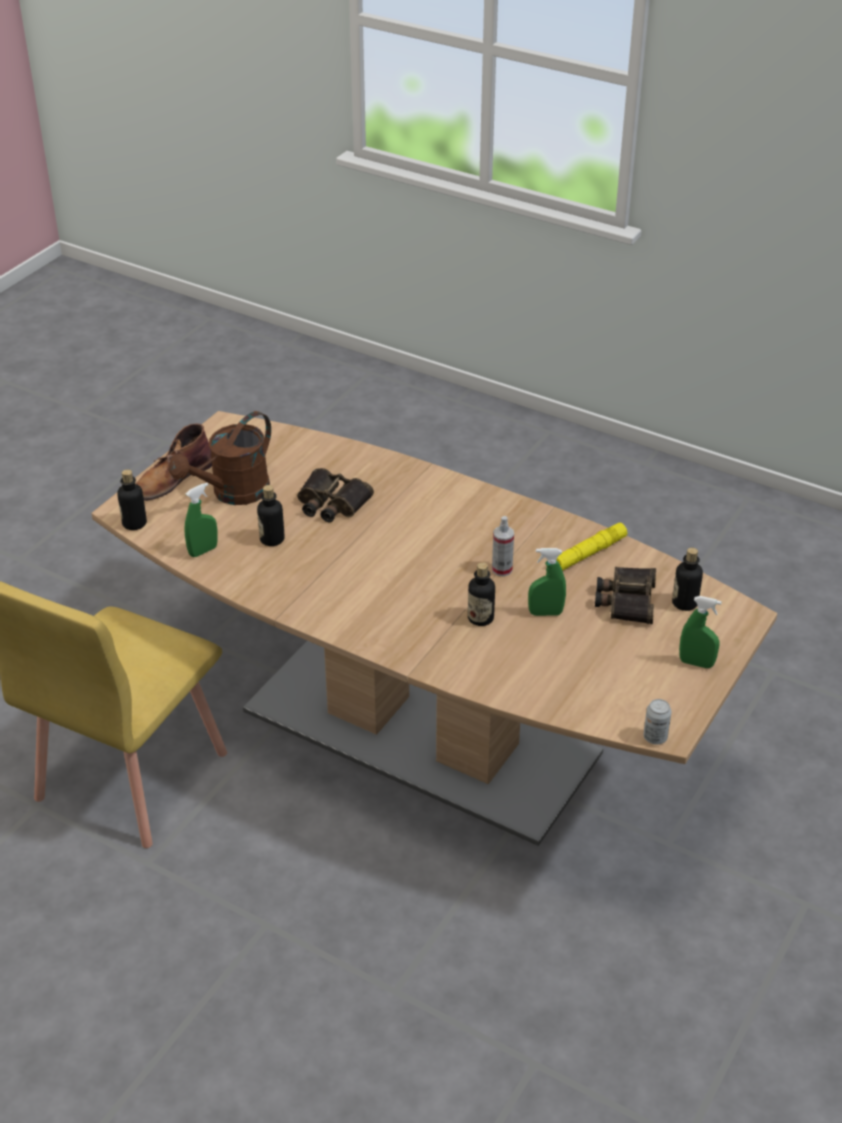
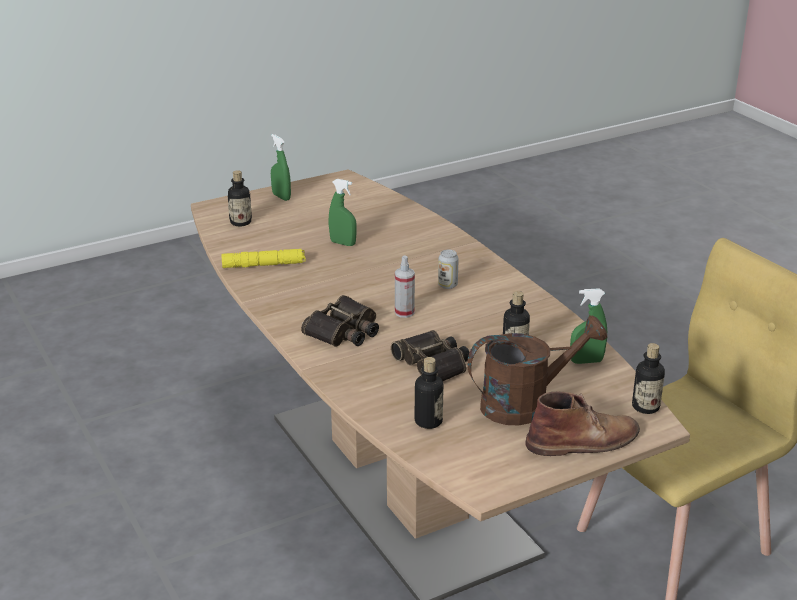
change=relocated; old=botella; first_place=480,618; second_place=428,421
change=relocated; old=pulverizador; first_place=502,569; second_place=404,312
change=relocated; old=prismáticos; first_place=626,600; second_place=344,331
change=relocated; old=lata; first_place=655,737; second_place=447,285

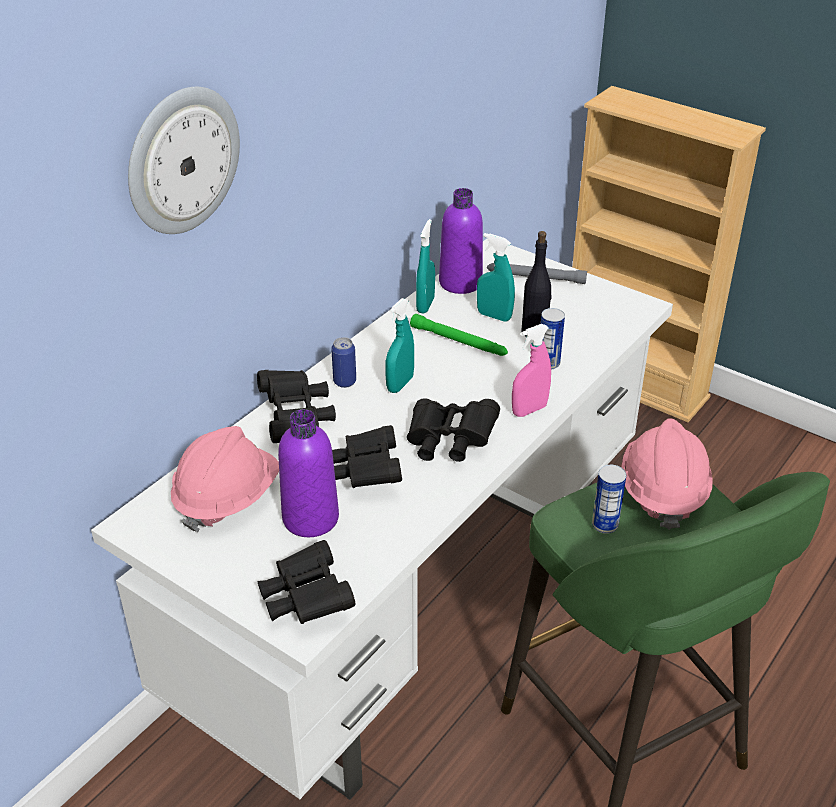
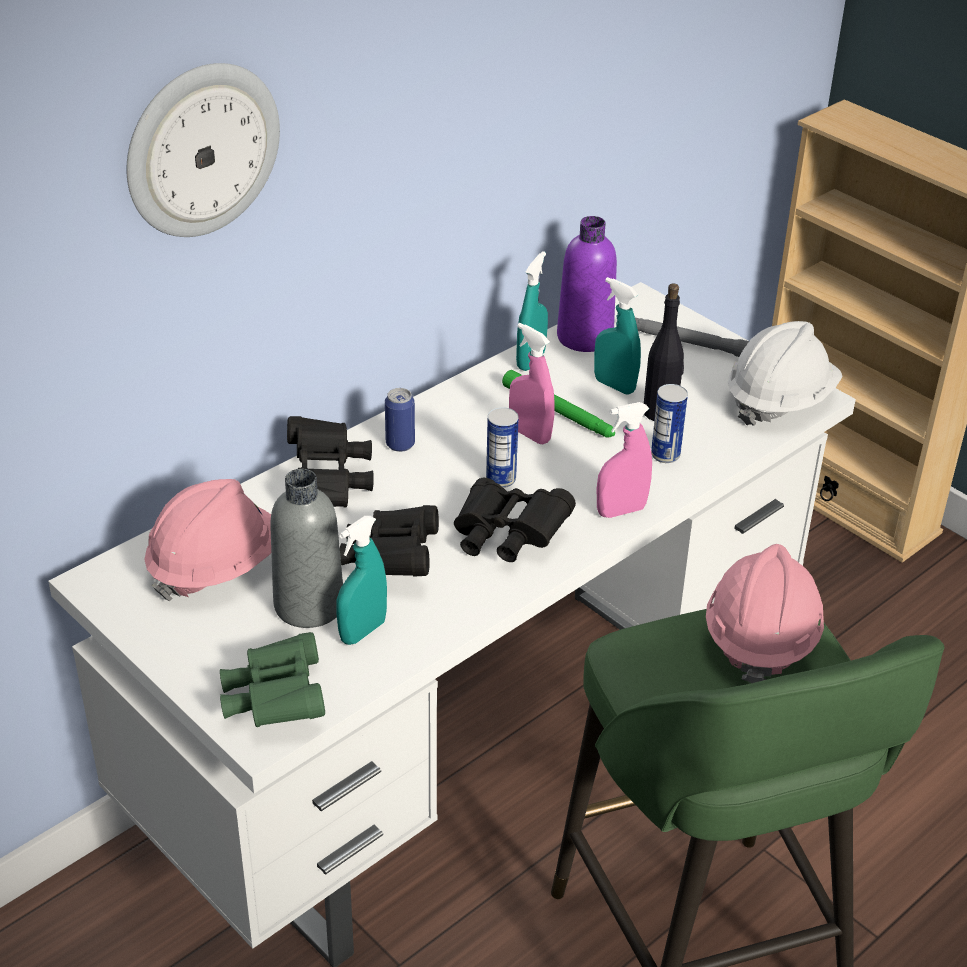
change=colour; old=prismáticos [negro]; new=prismáticos [verde]; first_place=306,599; second_place=275,700
change=colour; old=botella [morado]; new=botella [gris]; first_place=310,518; second_place=309,605
change=relocated; old=pulverizador [turquesa]; first_place=400,384; second_place=362,631
change=relocated; old=lata; first_place=605,525; second_place=501,479
change=appeared; new=pulverizador [rosa]; second_place=530,434
change=appeared; new=casco [blanco]; second_place=779,401

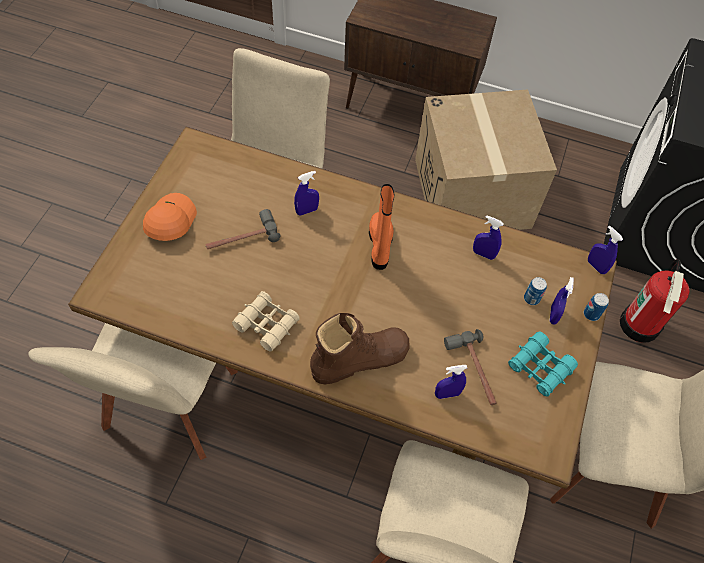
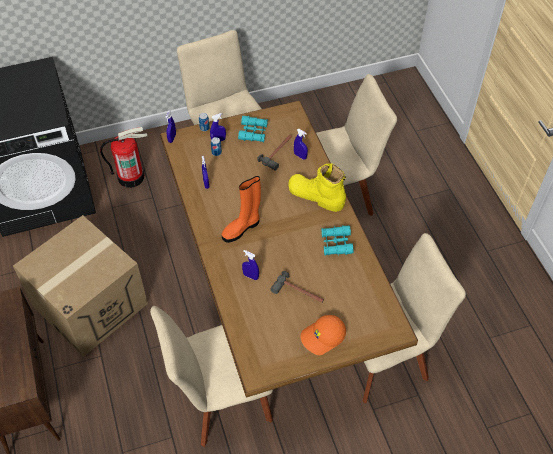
change=colour; old=prismáticos [beis]; new=prismáticos [turquesa]; first_place=266,324; second_place=336,243
change=colour; old=bota [marrón]; new=bota [amarillo]; first_place=359,359; second_place=316,196

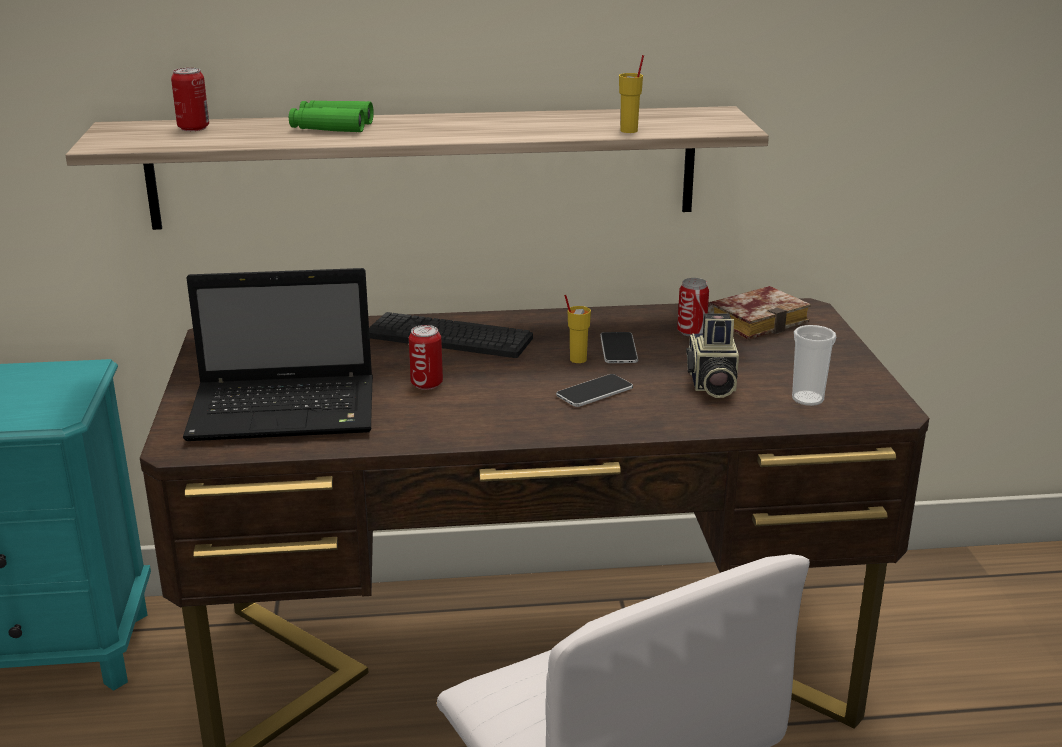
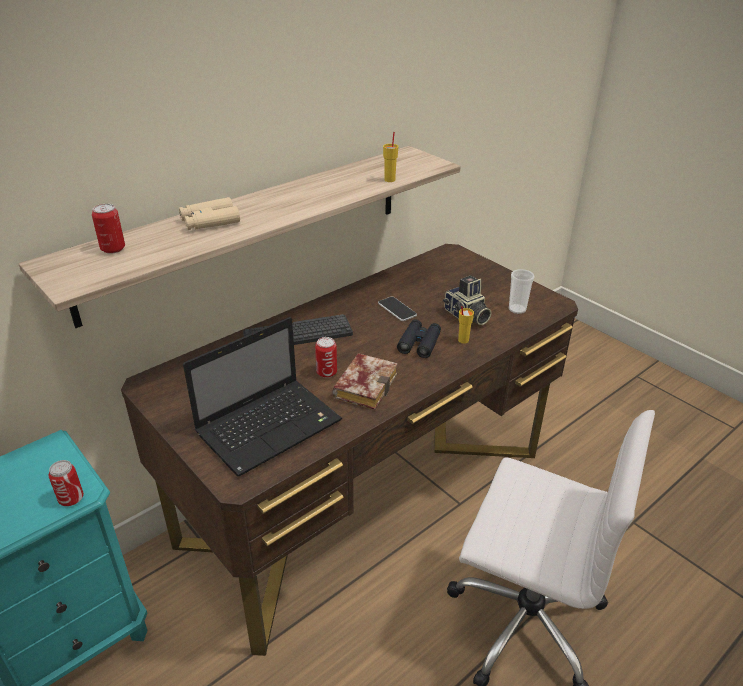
change=colour; old=prismáticos [verde]; new=prismáticos [beis]; first_place=331,126; second_place=209,221
change=exchanged; old=móvil; new=prismáticos [negro]; first_place=594,392; second_place=419,343
change=relocated; old=taza [amarillo]; first_place=577,359; second_place=463,340
change=relocated; old=lata; first_place=691,332; second_place=71,499
change=relocated; old=libro; first_place=758,320; second_place=365,384

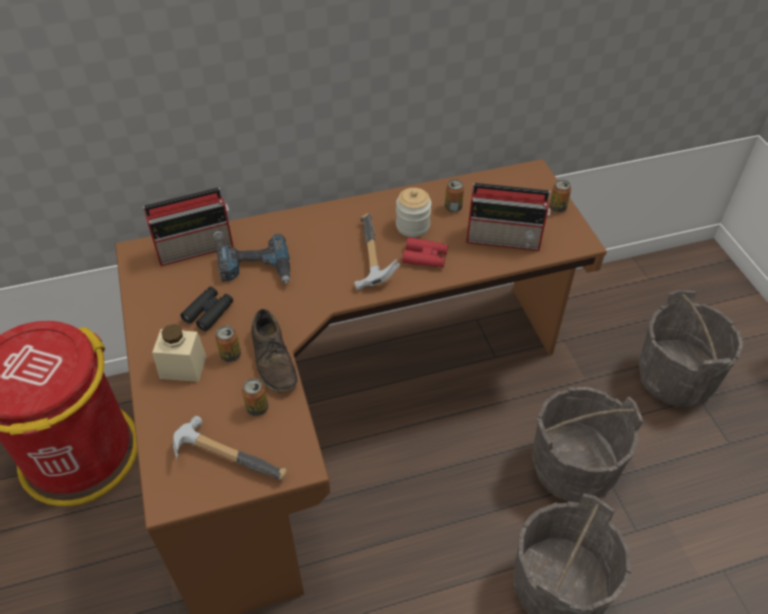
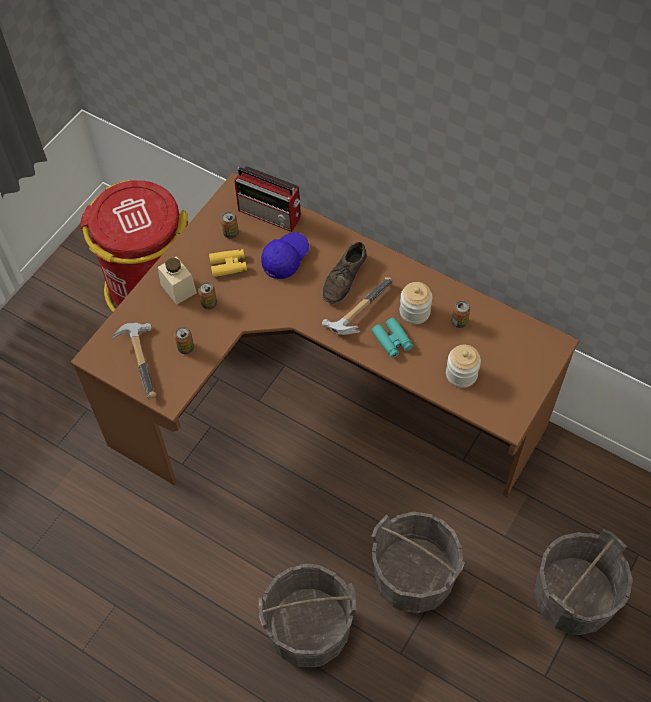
change=colour; old=prismáticos [negro]; new=prismáticos [amarillo]; first_place=209,312; second_place=228,265
change=exchanged; old=taladro; new=gorra [azul]; first_place=255,269; second_place=285,259
change=relocated; old=zapato [marrón]; first_place=274,359; second_place=344,279
change=colour; old=prismáticos [rojo]; new=prismáticos [turquesa]; first_place=425,257; second_place=392,341
change=exchanged; old=radio; new=tarro; first_place=505,238; second_place=461,374
change=relocated; old=lata; first_place=557,208; second_place=231,233

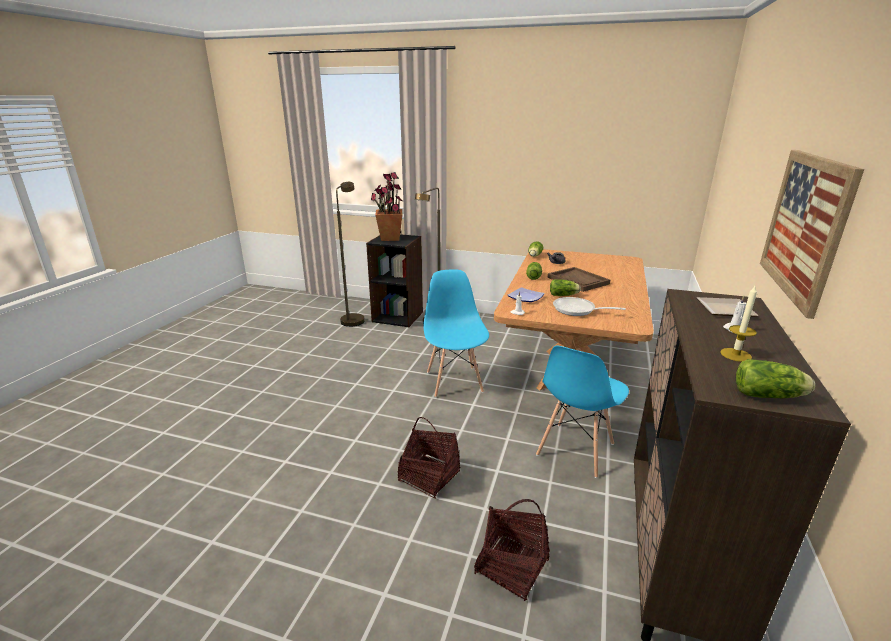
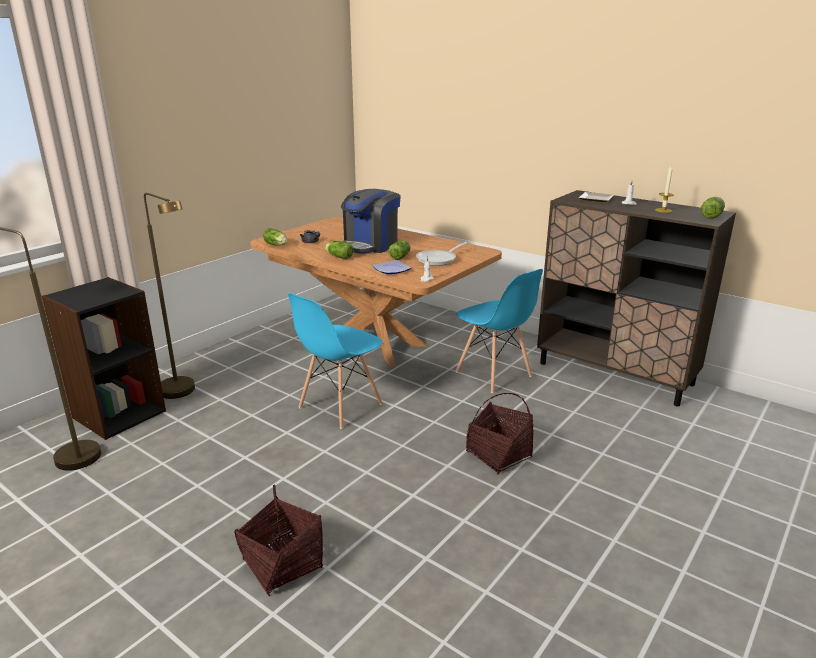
change=missing; old=planta en maceta; first_place=389,238
change=spun; old=silla [azul]; first_place=454,381; second_place=339,406; degrees=-60
change=relocated; old=cesta; first_place=512,567; second_place=282,564
change=exchanged; old=bandeja [marrón]; new=cafetera; first_place=578,281; second_place=370,245
change=missing; old=cuadro; first_place=804,226

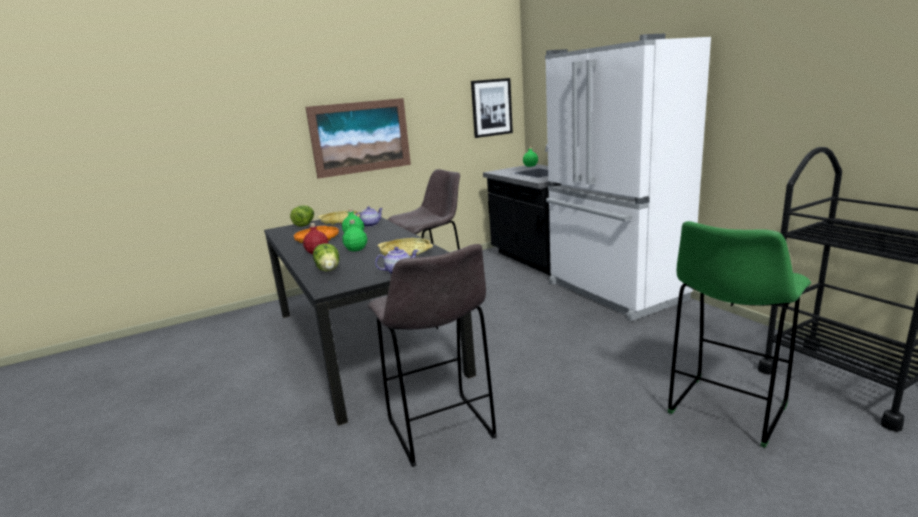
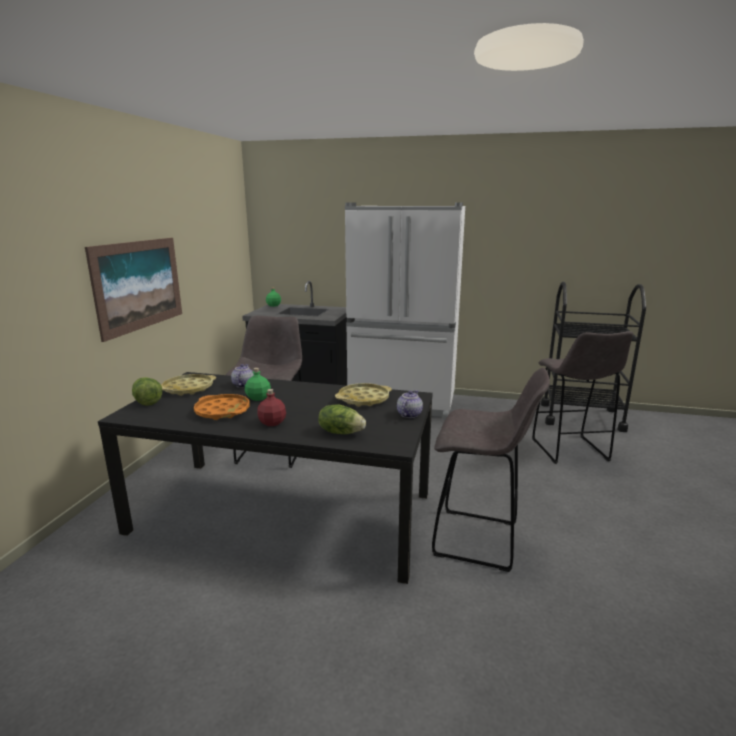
change=missing; old=botella [verde]; first_place=356,249
change=missing; old=cuadro; first_place=491,107
change=colour; old=taburete [verde]; new=taburete [gris]; first_place=725,411; second_place=570,451

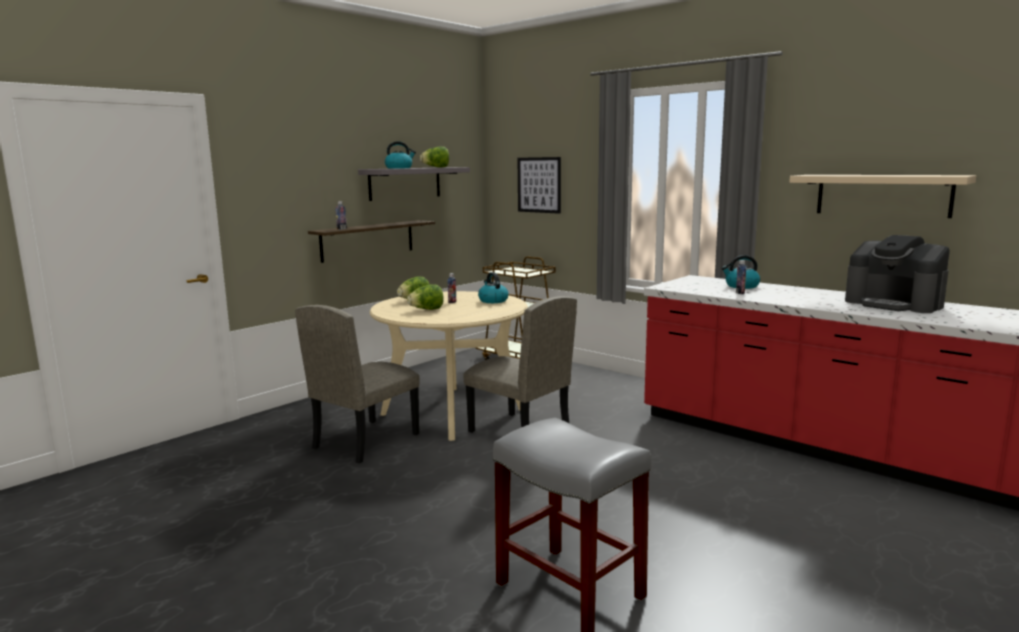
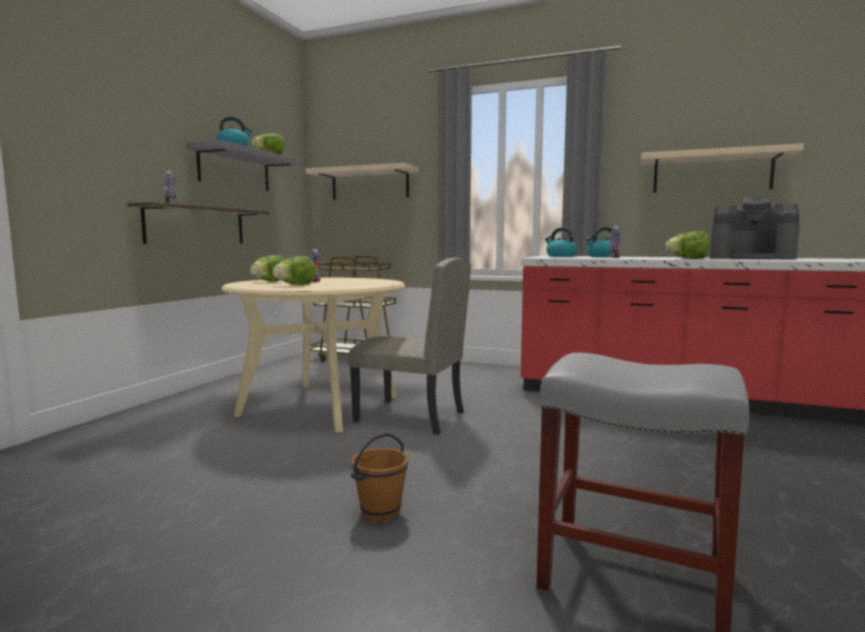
change=missing; old=silla [beis]; first_place=365,441
change=relocated; old=hervidor; first_place=493,300; second_place=560,256
change=exchanged; old=cuadro; new=estante [beis]; first_place=539,185; second_place=370,184
change=appeared; new=cubo [marrón]; second_place=380,511
change=appeared; new=lechuga; second_place=688,259

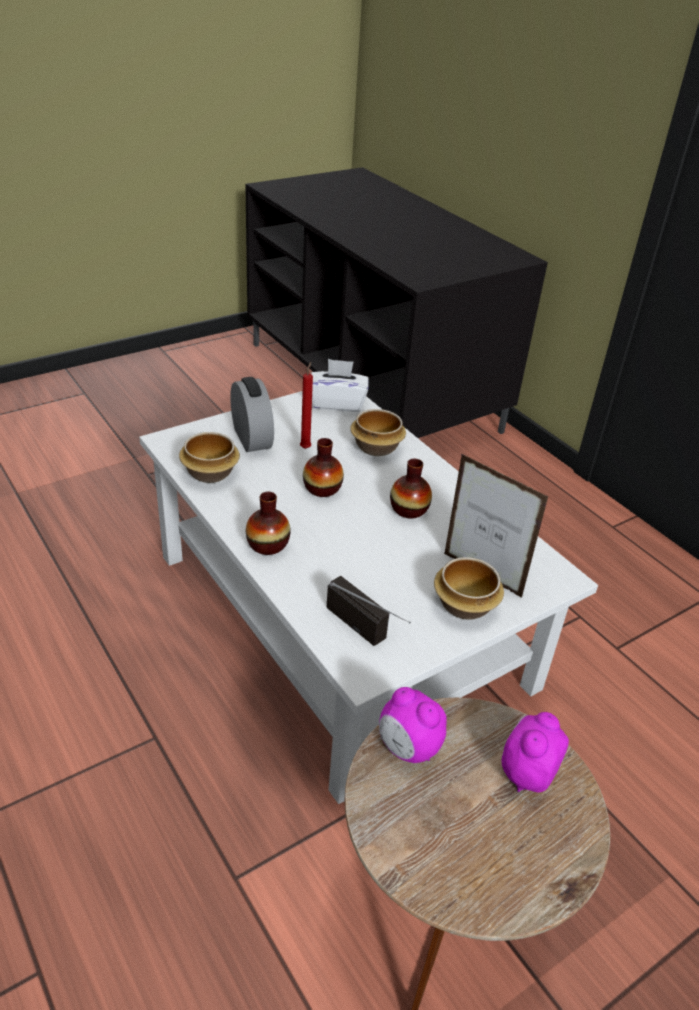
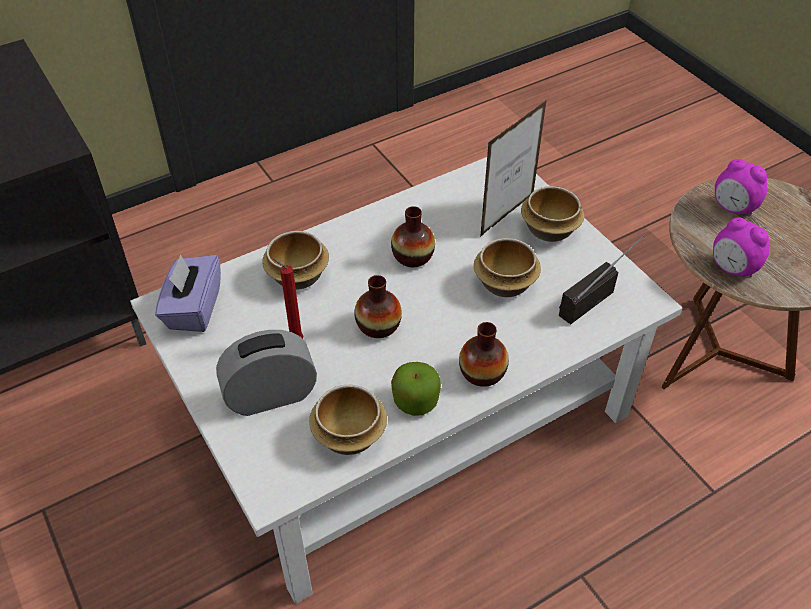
change=colour; old=caja de pañuelos [blanco]; new=caja de pañuelos [morado]; first_place=337,403; second_place=193,308
change=spun; old=despertador; first_place=408,748; second_place=732,268; degrees=90
change=appeared; new=manzana; second_place=415,401
change=appeared; new=cuenco; second_place=504,284

